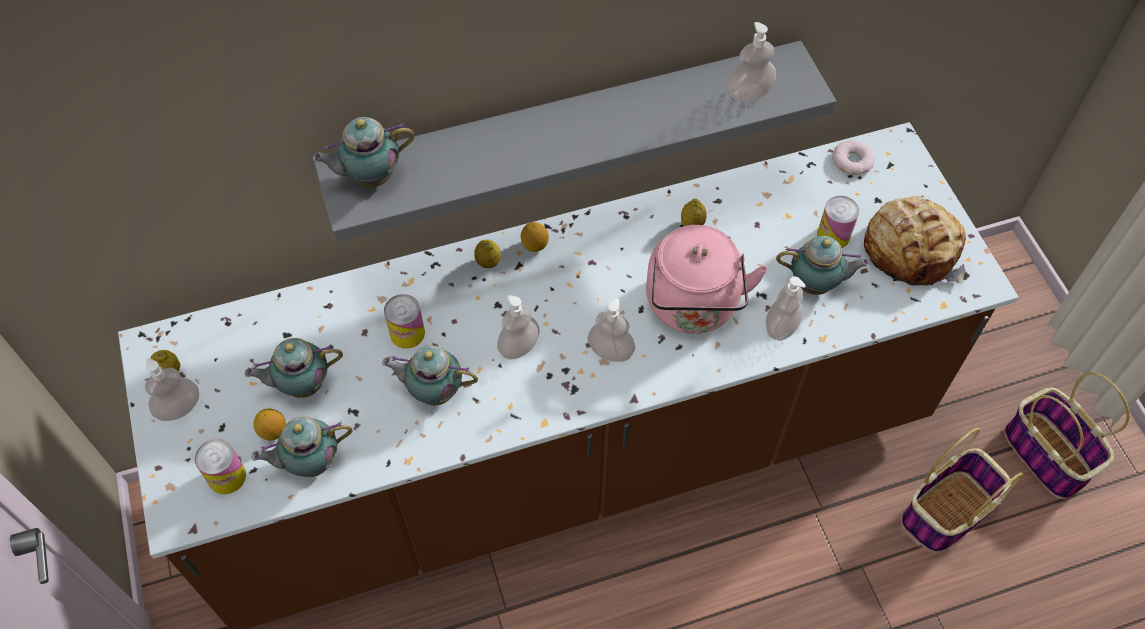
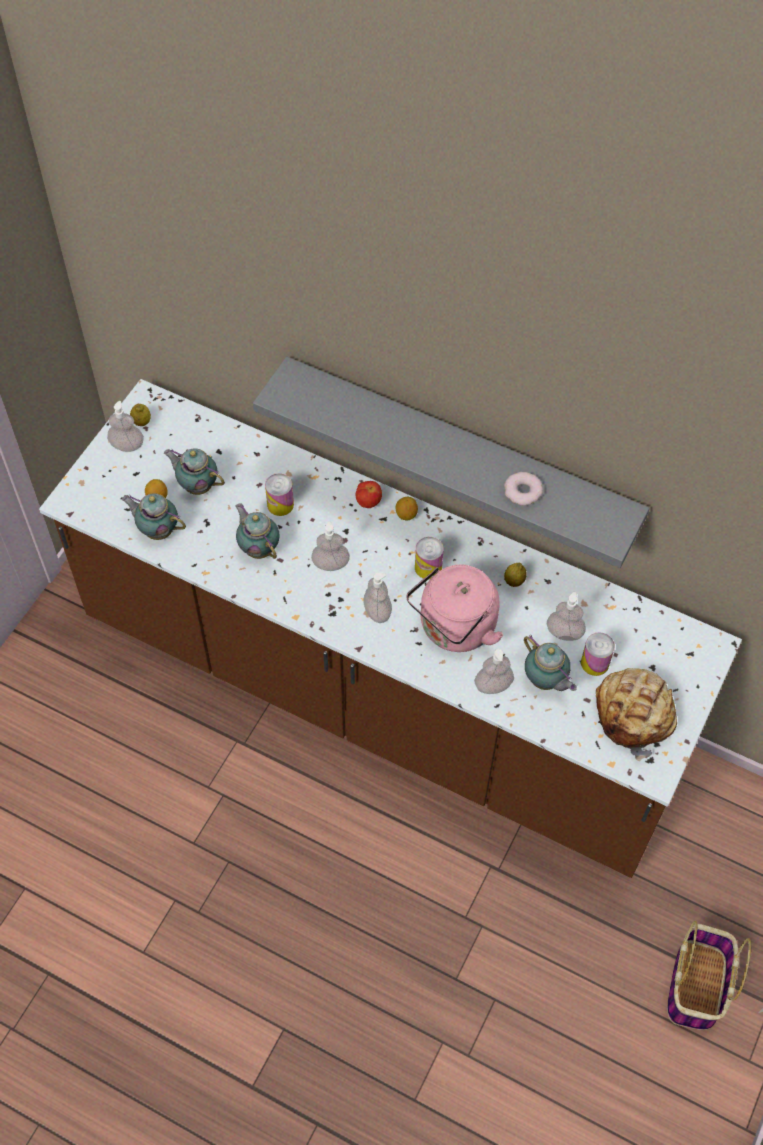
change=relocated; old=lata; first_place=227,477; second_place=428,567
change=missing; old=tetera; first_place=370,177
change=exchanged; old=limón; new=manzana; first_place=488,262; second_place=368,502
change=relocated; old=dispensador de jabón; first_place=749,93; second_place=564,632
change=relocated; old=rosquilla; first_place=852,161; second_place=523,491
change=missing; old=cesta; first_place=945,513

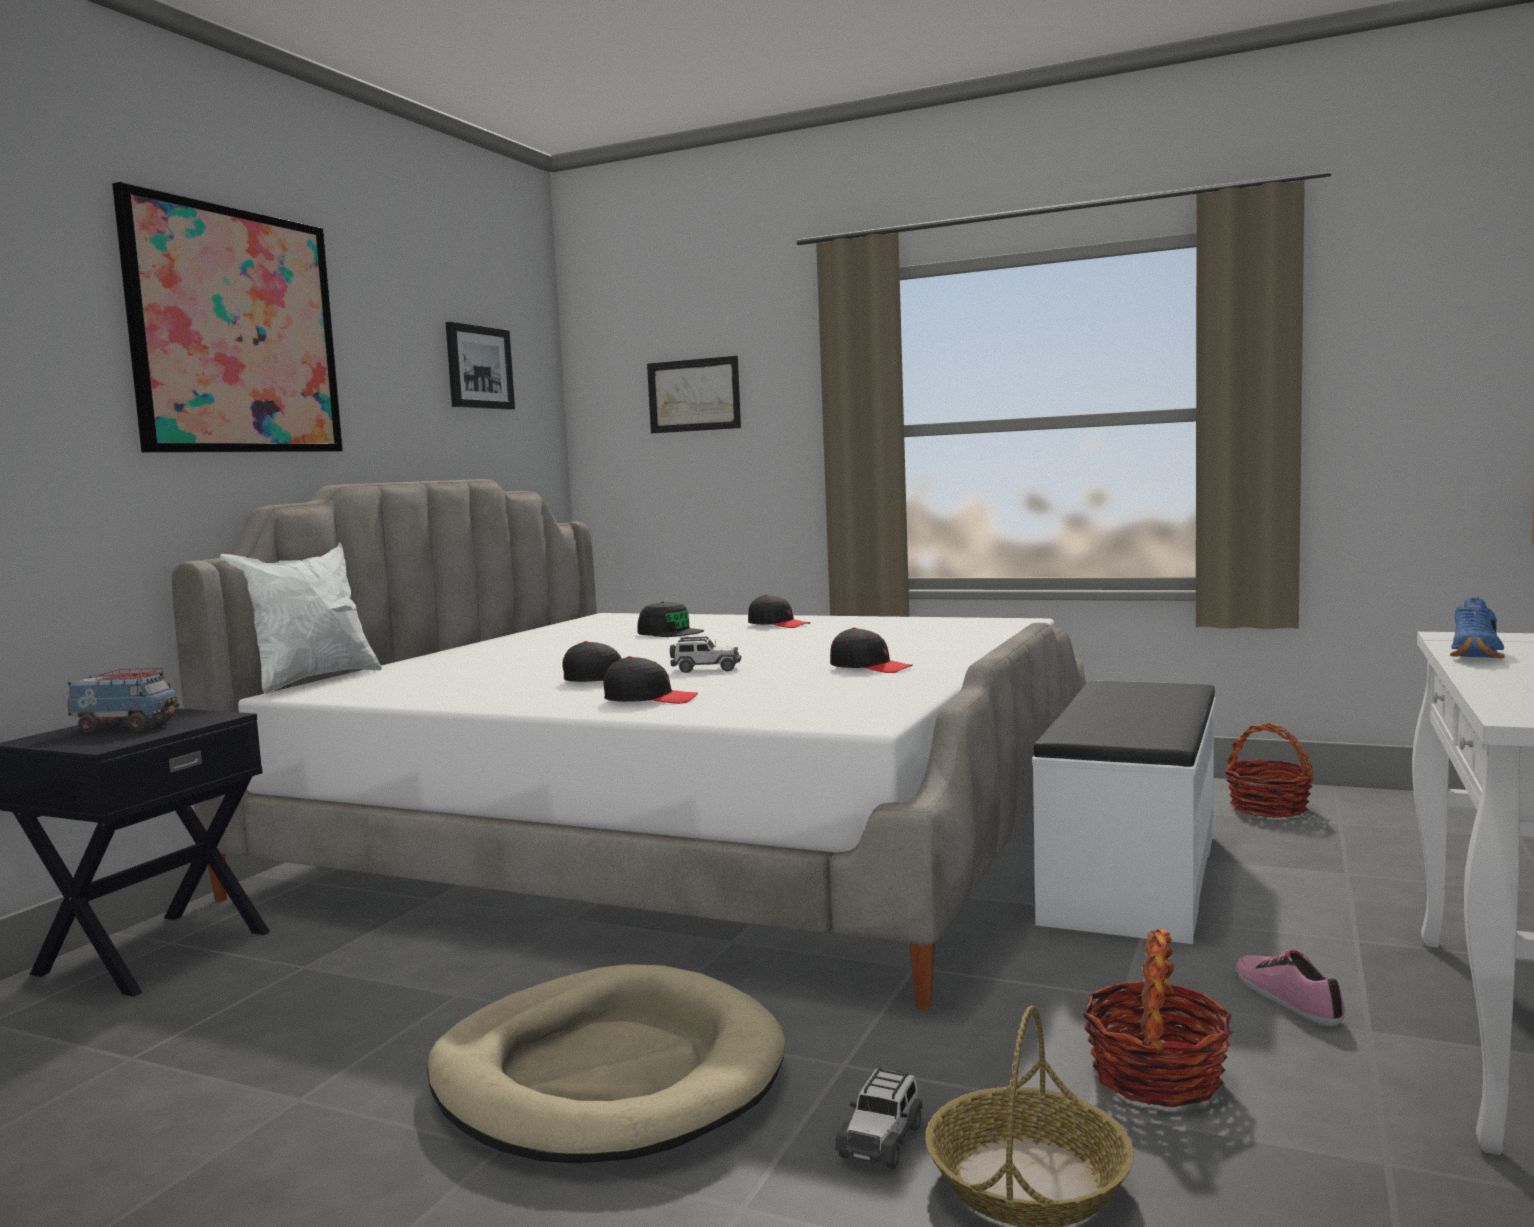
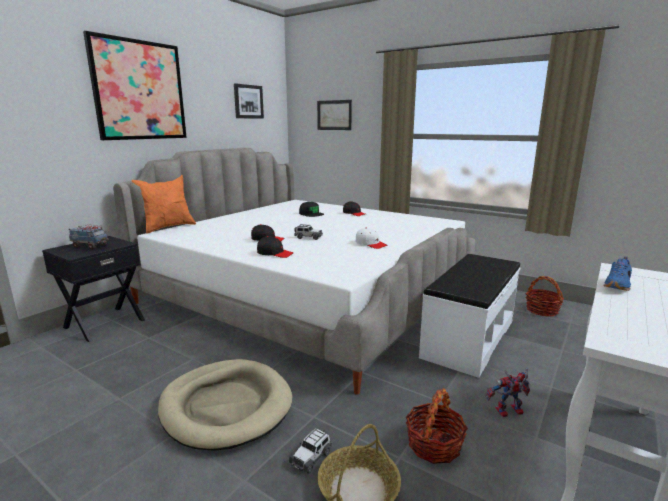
change=colour; old=cojín [blanco]; new=cojín [naranja]; first_place=311,680; second_place=168,227
change=colour; old=gorra [negro]; new=gorra [blanco]; first_place=870,667; second_place=370,244
change=exchanged; old=zapato; new=robot de juguete; first_place=1288,997; second_place=507,412

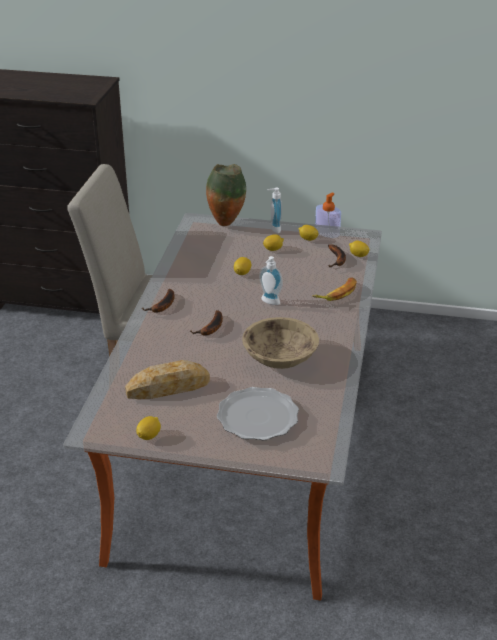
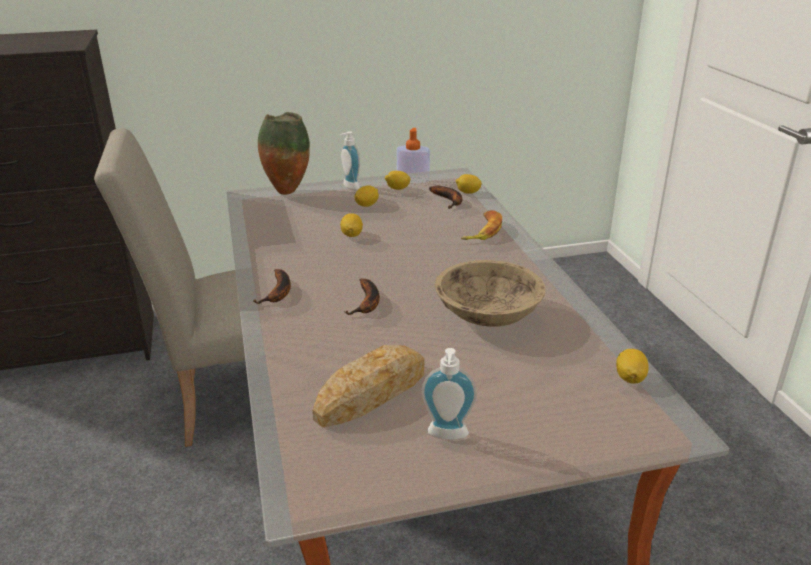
change=relocated; old=limón; first_place=149,436; second_place=630,378
change=missing; old=plato; first_place=257,417
change=relocated; old=dispensador de jabón; first_place=269,302; second_place=447,436

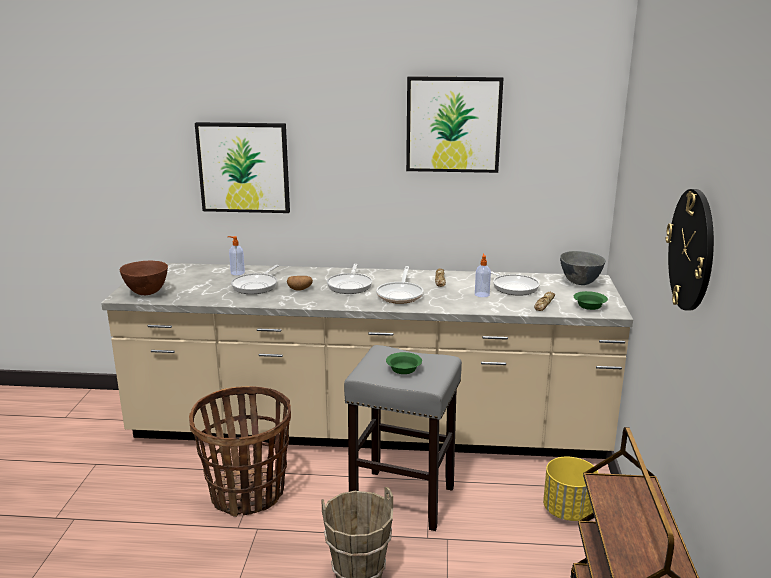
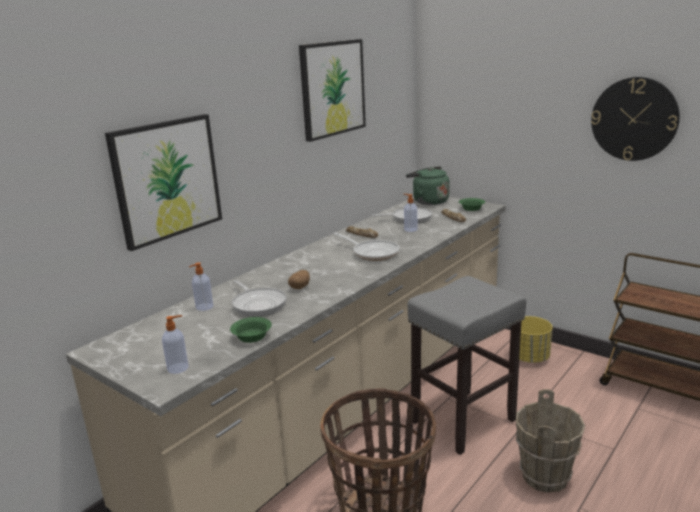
change=exchanged; old=cuenco [marrón]; new=dispensador de jabón; first_place=147,293; second_place=179,368
change=missing; old=sartén; first_place=350,285
change=relocated; old=cuenco [verde]; first_place=404,370; second_place=253,336
change=exchanged; old=cuenco [gris]; new=hervidor [verde]; first_place=580,283; second_place=428,201

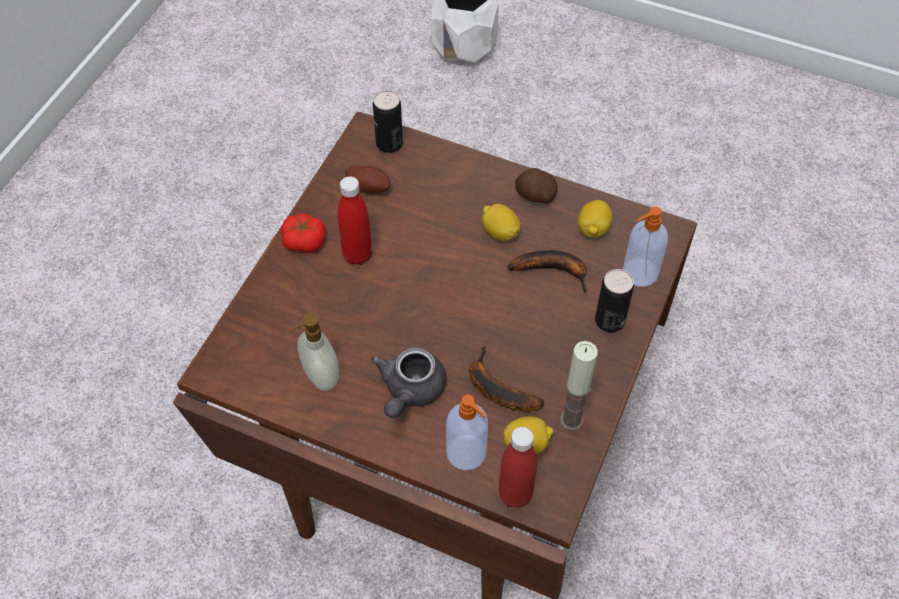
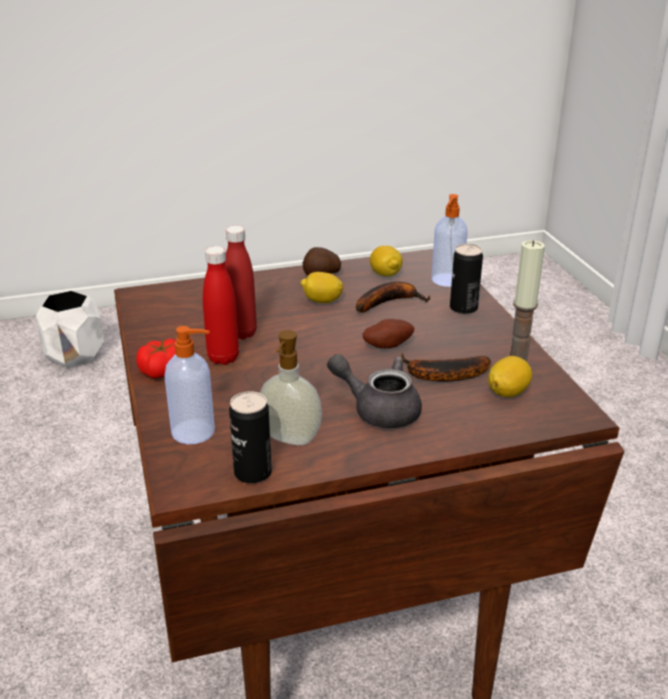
change=relocated; old=patata; first_place=369,187; second_place=387,345
change=spun; old=tetera [gris]; first_place=410,391; second_place=378,409; degrees=135
change=relocated; old=lata; first_place=389,143; second_place=252,473
change=relocated; old=dispensador de jabón; first_place=467,454; second_place=195,432
change=relocated; old=botella [rojo]; first_place=515,494; second_place=241,333

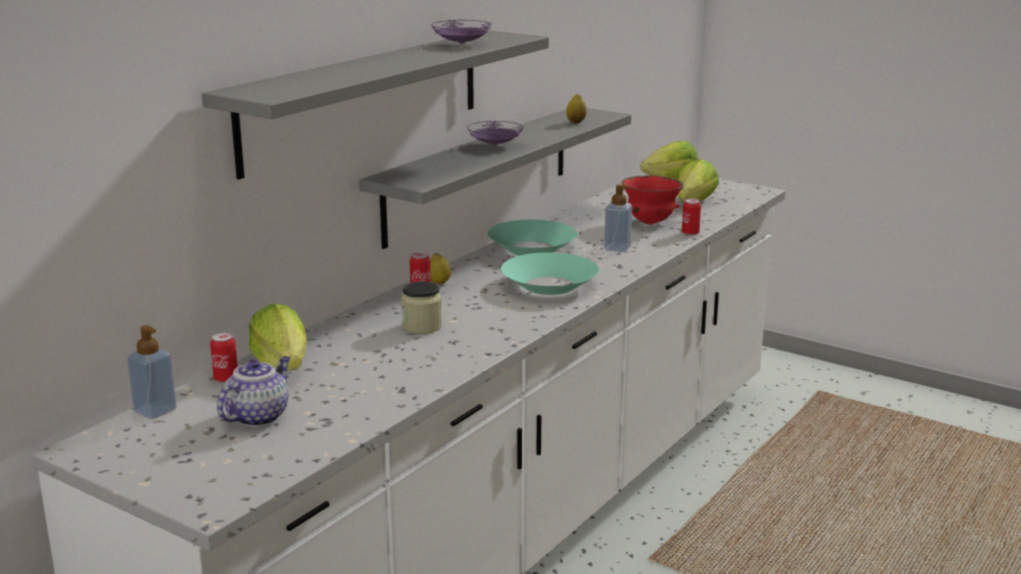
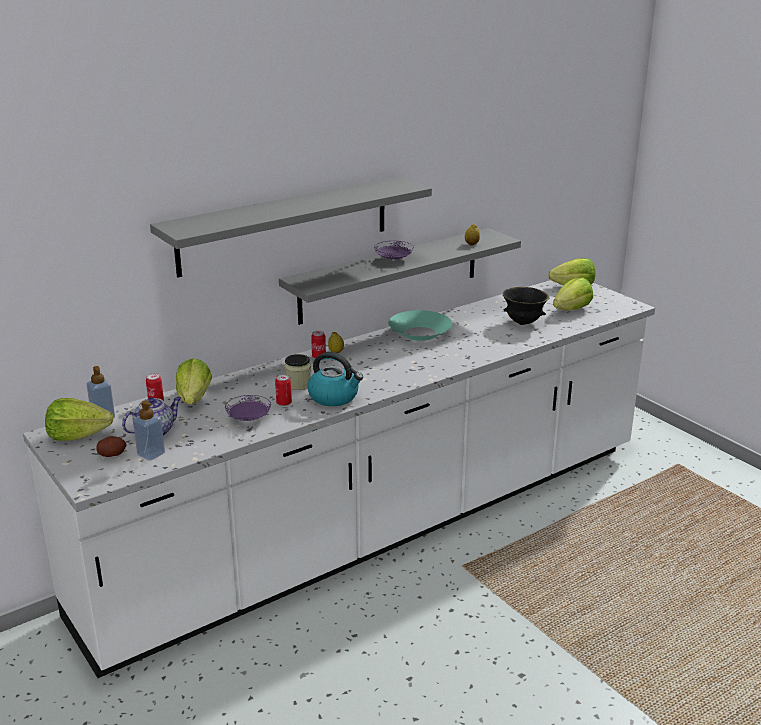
change=relocated; old=plato [morado]; first_place=462,44; second_place=248,419
change=missing; old=cuenco [turquesa]; first_place=549,285
change=relocated; old=dispensador de jabón; first_place=617,248; second_place=151,454
change=colour; old=cuenco [rojo]; new=cuenco [negro]; first_place=650,222; second_place=523,323
change=relocated; old=lata; first_place=690,233; second_place=284,403
change=appeared; new=lechuga; second_place=78,436
change=appeared; new=patata; second_place=112,454
change=appeared; new=hervidor; second_place=334,397

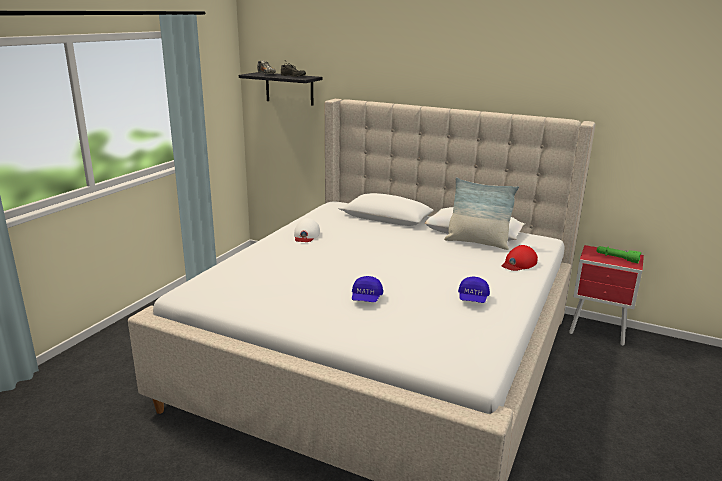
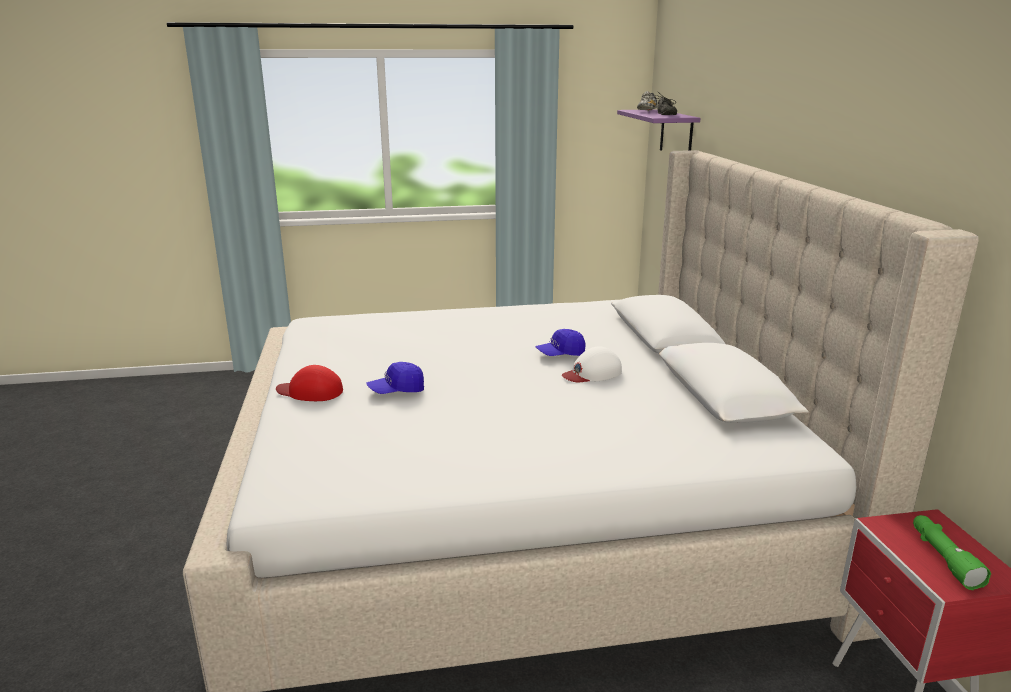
change=colour; old=estante [negro]; new=estante [morado]; first_place=289,88; second_place=676,134
change=relocated; old=gorra [blanco]; first_place=306,235; second_place=592,373
change=missing; old=cojín; first_place=477,243
change=relocated; old=gorra [azul]; first_place=473,299; second_place=560,355
change=relocated; old=gorra [rojo]; first_place=518,263; second_place=310,391

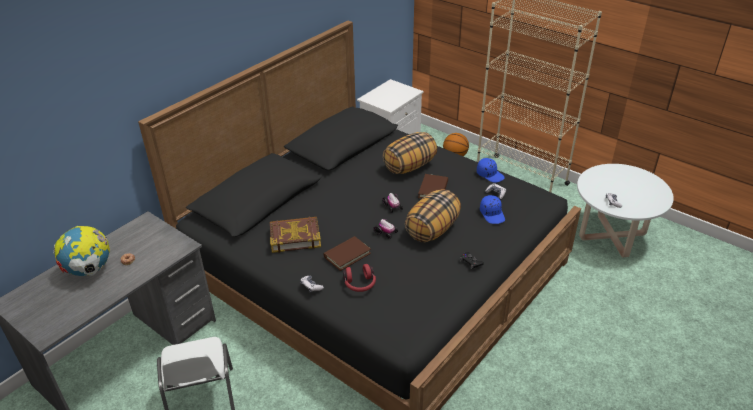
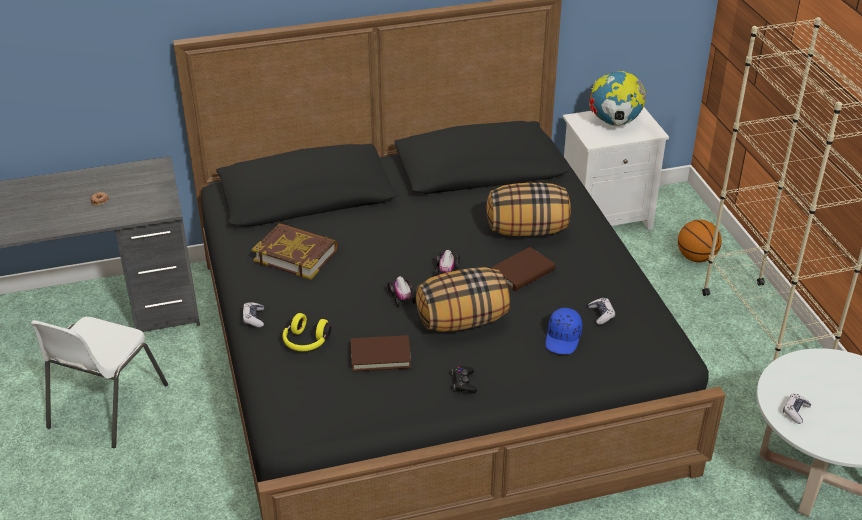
change=relocated; old=globo terráqueo; first_place=89,270; second_place=614,122
change=relocated; old=libro [marrón]; first_place=347,255; second_place=380,356
change=colour; old=auriculares [rojo]; new=auriculares [amarillo]; first_place=360,284; second_place=305,342
change=missing; old=gorra [azul]; first_place=490,175

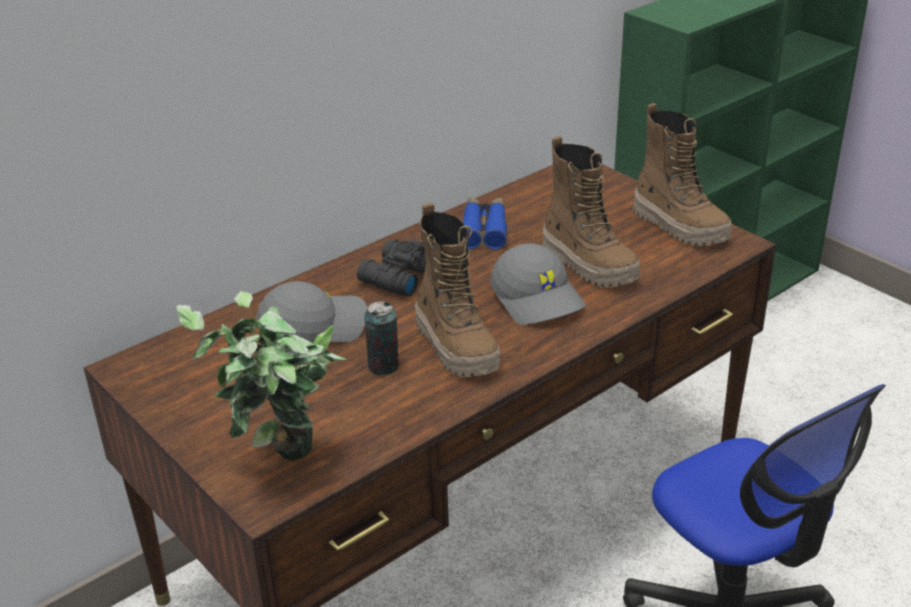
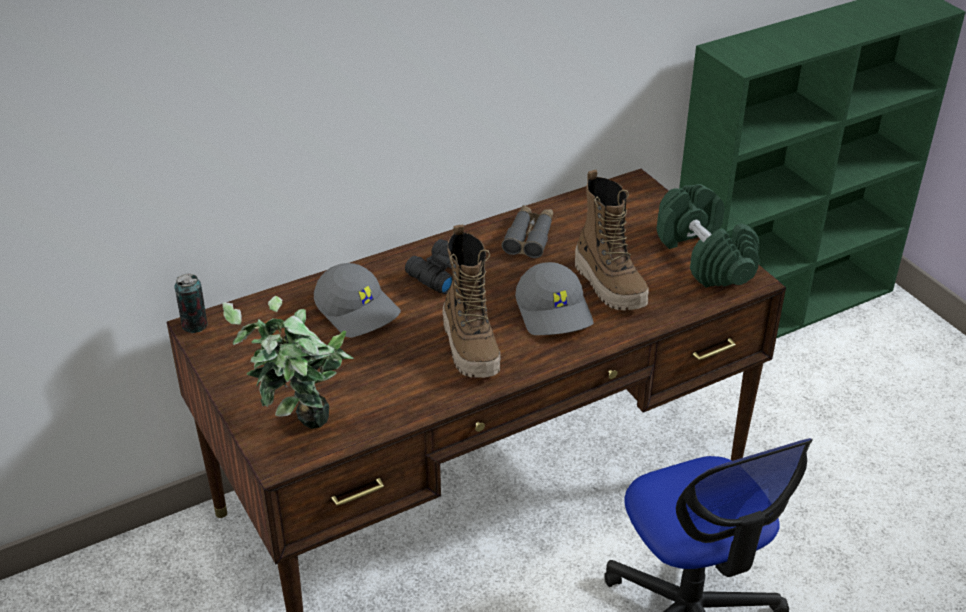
change=spun; old=gorra [gris]; first_place=313,325; second_place=358,310; degrees=60
change=relocated; old=lata; first_place=383,366; second_place=194,325
change=colour; old=prismáticos [azul]; new=prismáticos [gris]; first_place=484,230; second_place=529,237
change=exchanged; old=bota; new=mancuerna [verde]; first_place=680,226; second_place=705,257

